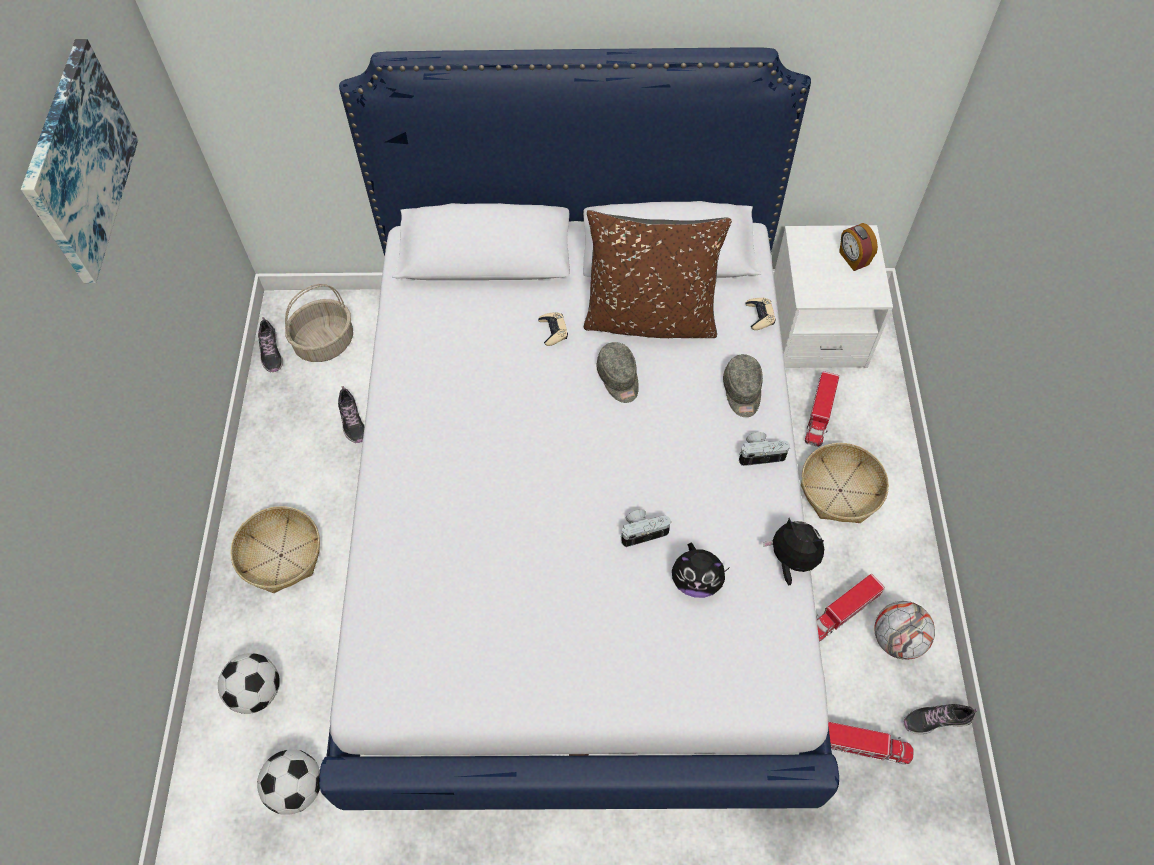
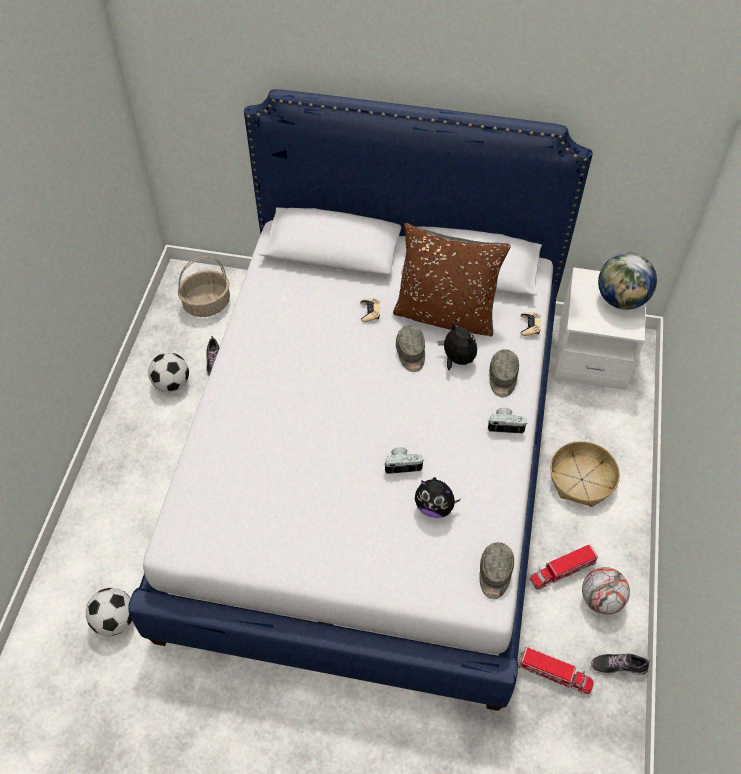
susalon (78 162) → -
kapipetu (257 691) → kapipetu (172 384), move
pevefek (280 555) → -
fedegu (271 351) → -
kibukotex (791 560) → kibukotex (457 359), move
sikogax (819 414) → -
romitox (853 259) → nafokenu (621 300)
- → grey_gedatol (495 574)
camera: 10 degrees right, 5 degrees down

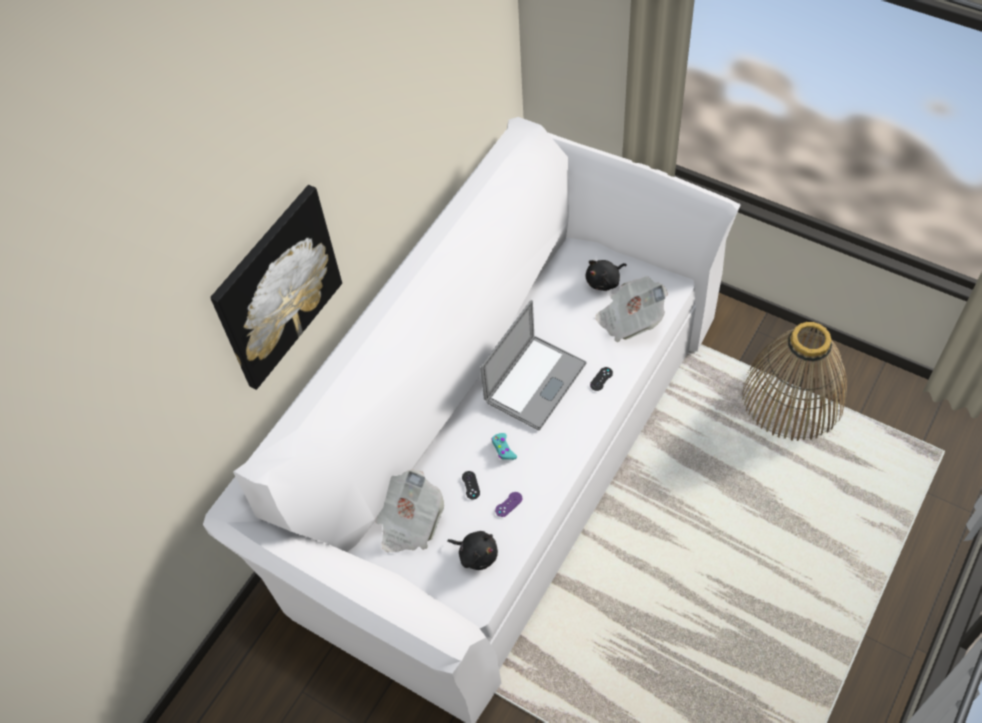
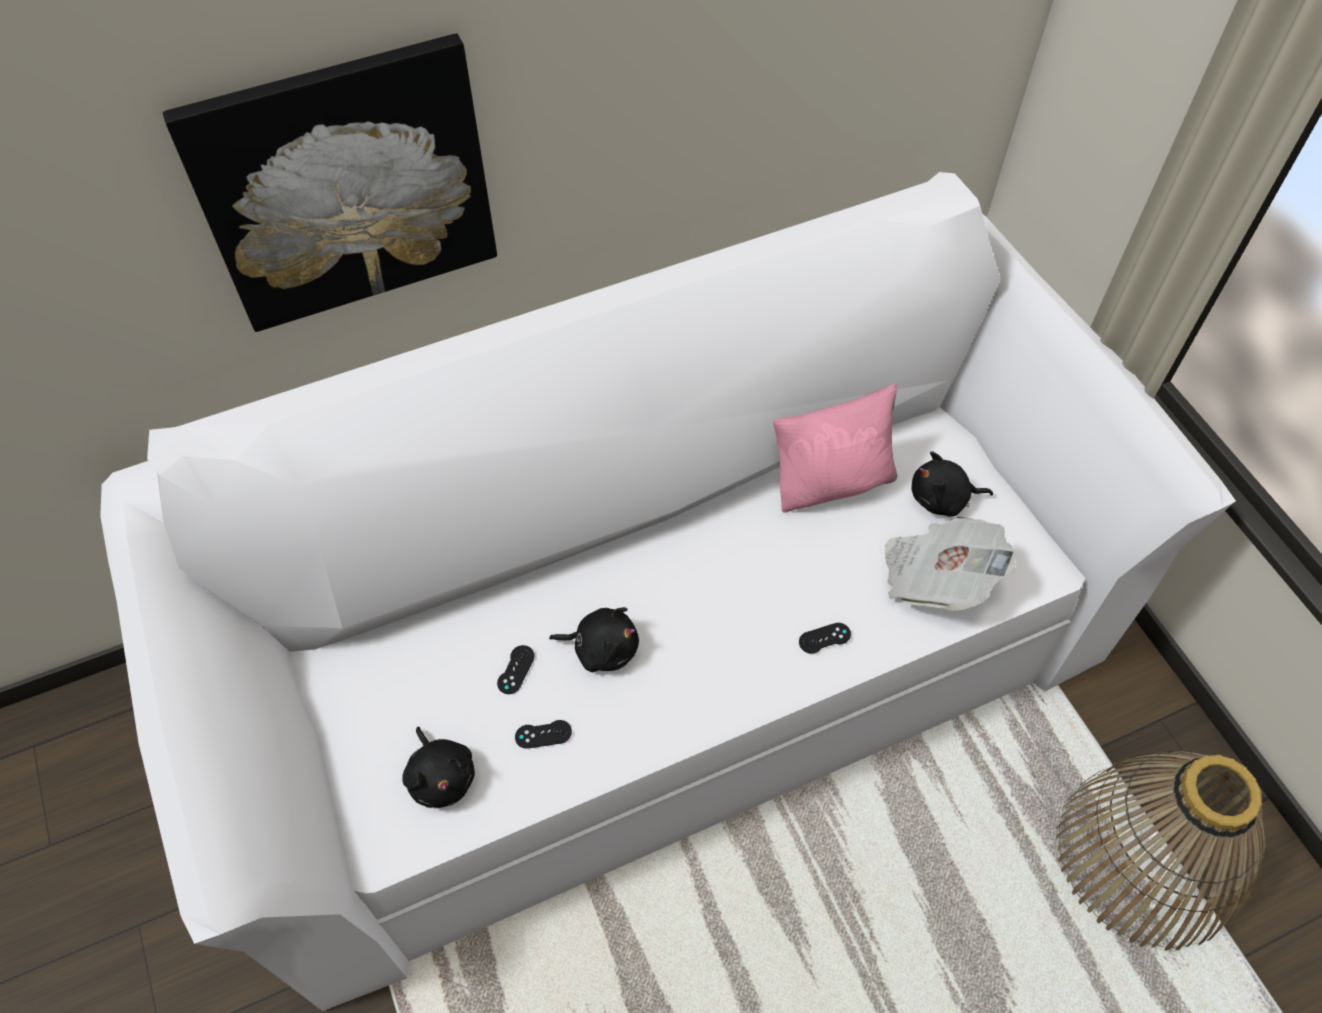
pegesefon (408 522) → -
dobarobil (535 382) → -
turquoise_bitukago (503 449) → black_kibukotex (602 648)
purple_bitukago (508 504) → black_bitukago (543 734)
- → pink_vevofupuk (832 482)
camera: 30 degrees right, 0 degrees up

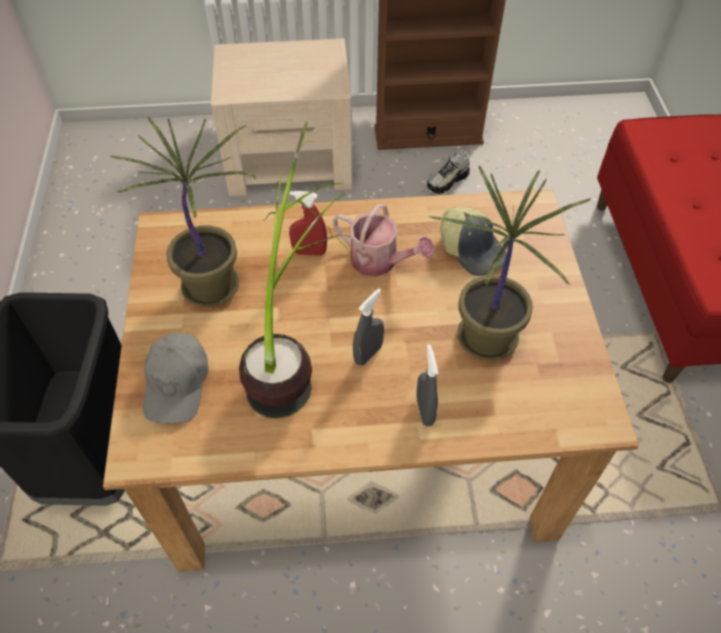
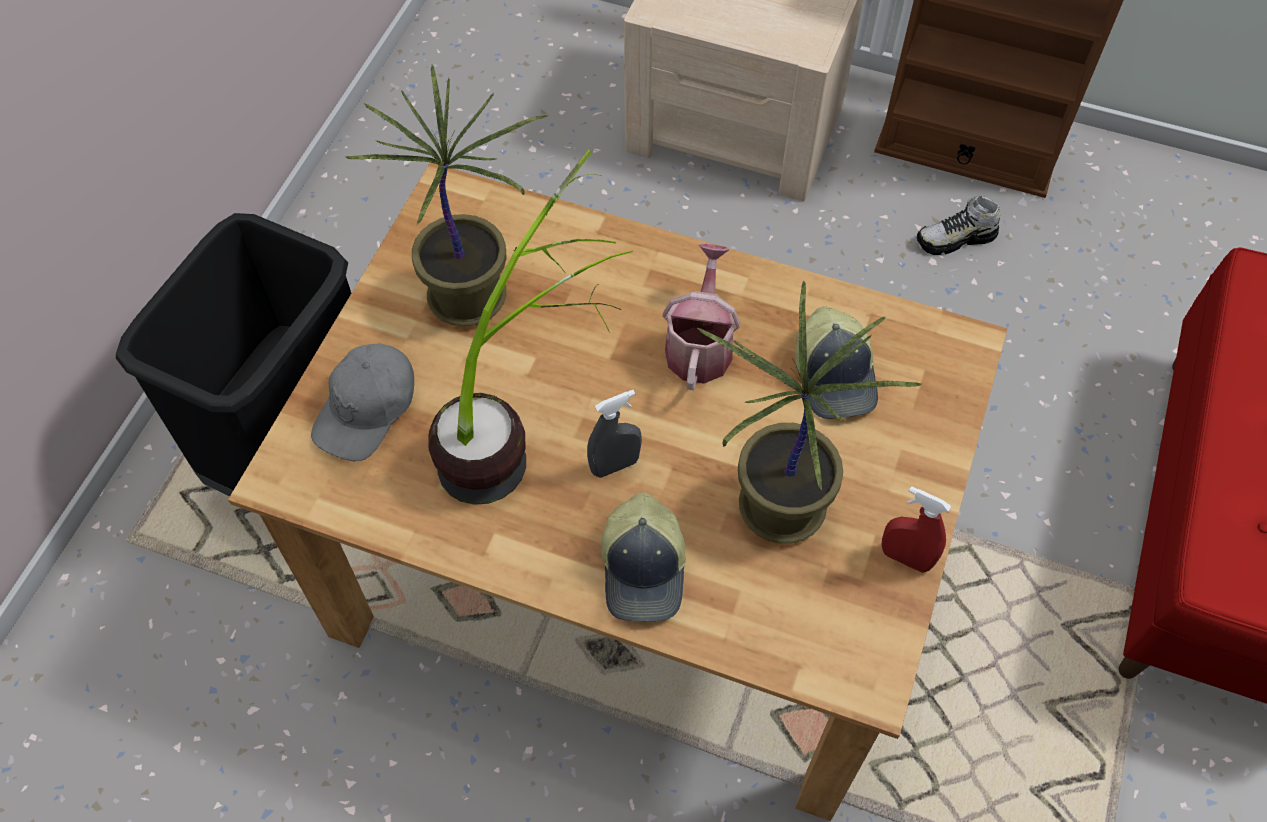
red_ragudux (309 252) → red_ragudux (905 558), move
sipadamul (380 261) → sipadamul (700 345), 135 degrees counterclockwise
grey_ragudux (425 411) → gedatol (645 569)
camera: 25 degrees right, 5 degrees up

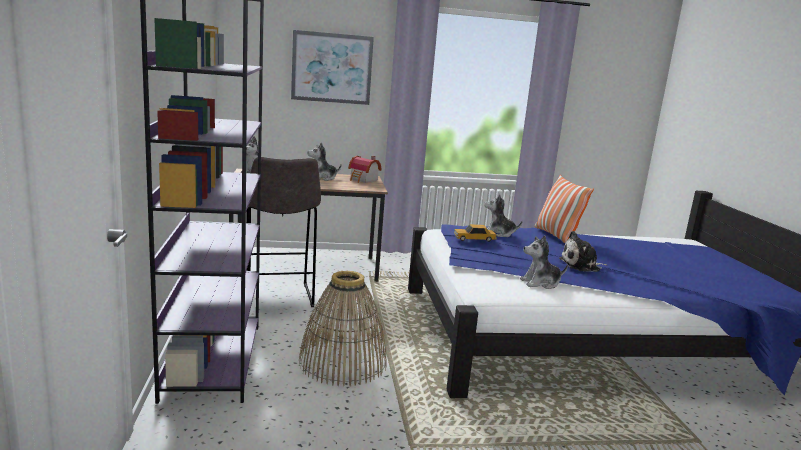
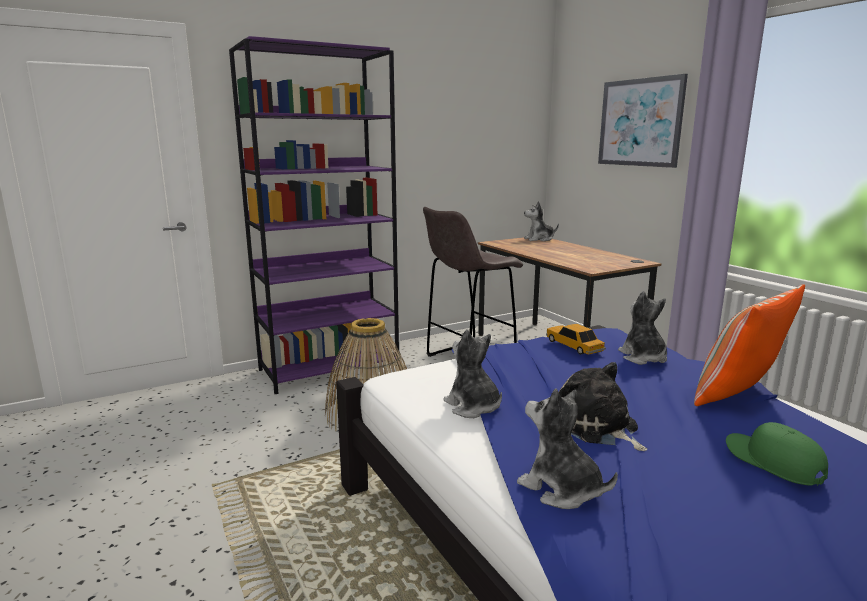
kibukotex (322 178) → kibukotex (561 489), move
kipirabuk (363 180) → -
- → green_gedatol (773 462)
camera: 70 degrees right, 0 degrees up

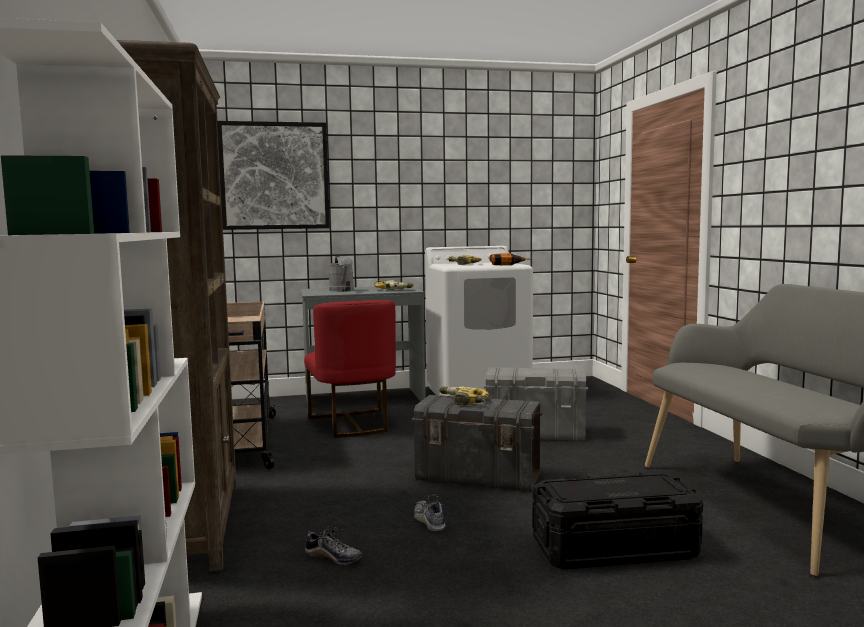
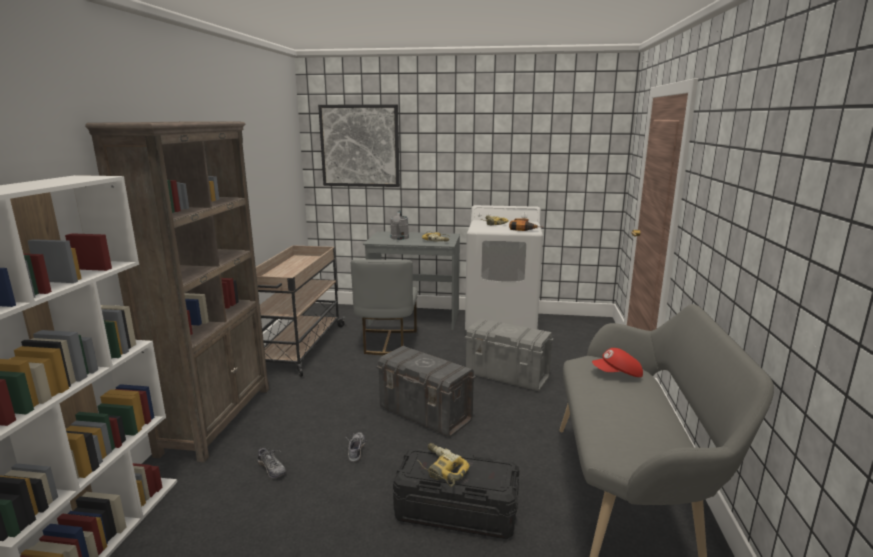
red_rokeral (352 424) → grey_rokeral (386 342)
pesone (461 401) → pesone (440 469), move
- → red_gedatol (617 374)
camera: 20 degrees right, 10 degrees up

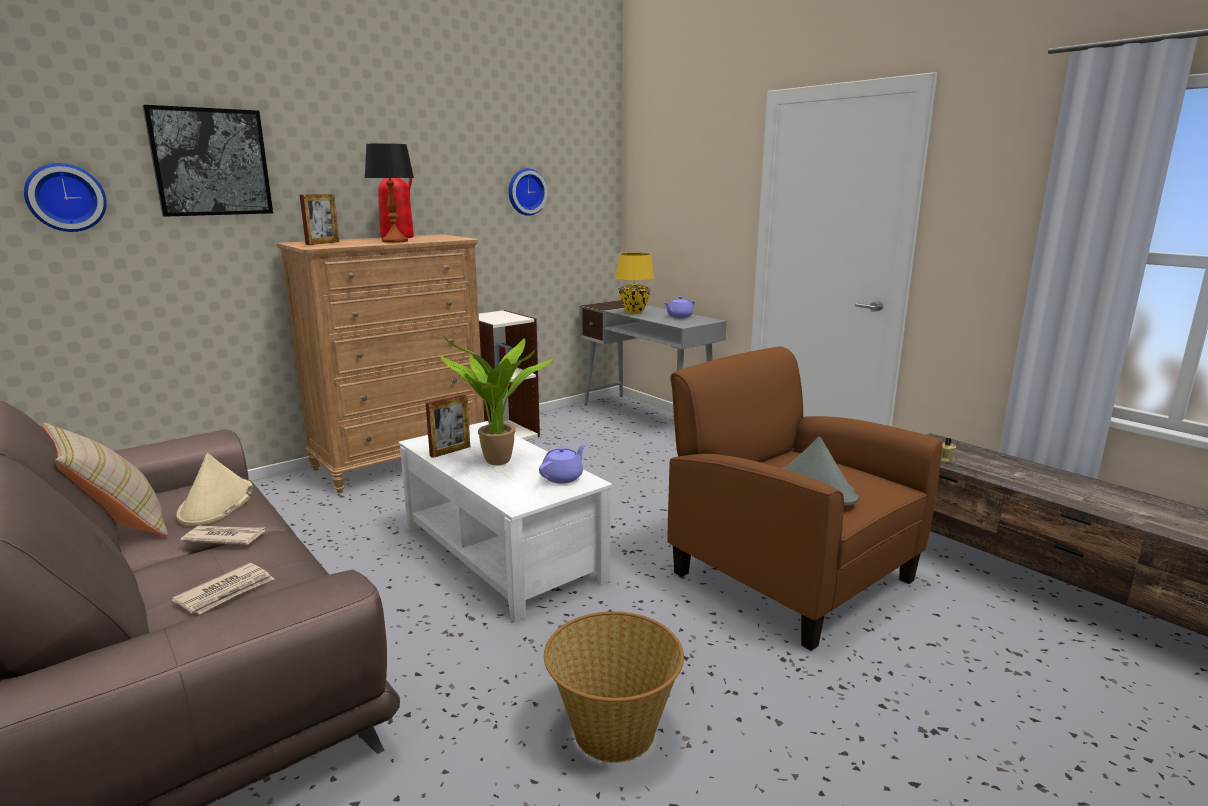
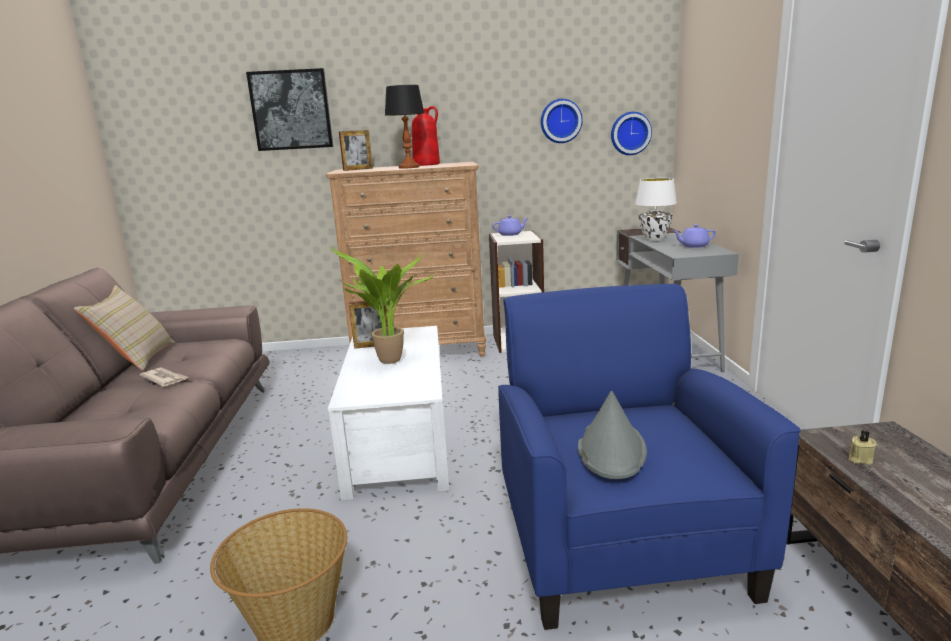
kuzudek (65 197) → kuzudek (630 133), move
pegesefon (226 592) → -
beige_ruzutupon (216 504) → -
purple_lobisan (563 477) → purple_lobisan (510 234), move
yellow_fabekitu (633 312) → white_fabekitu (654 239)
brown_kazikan (789 575) → blue_kazikan (620 542)
camera: 35 degrees right, 0 degrees up

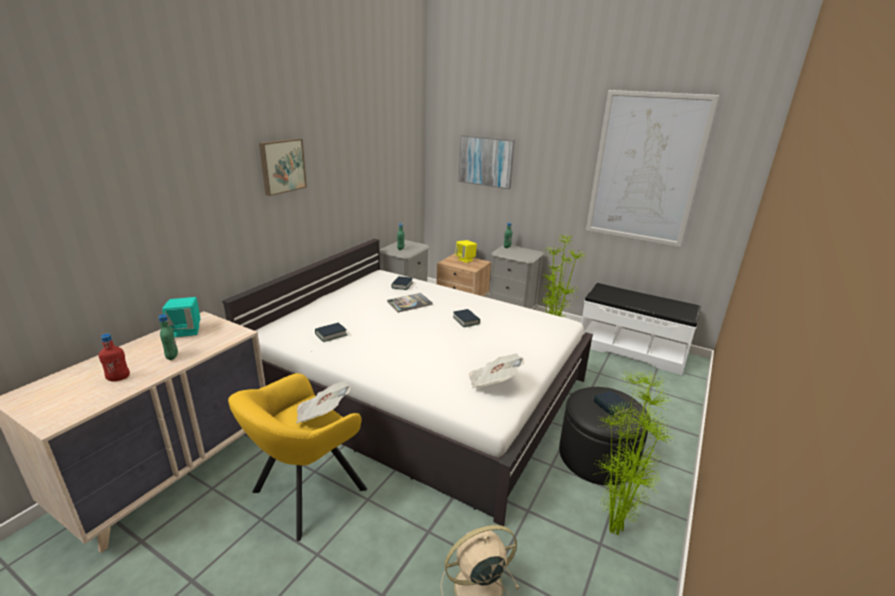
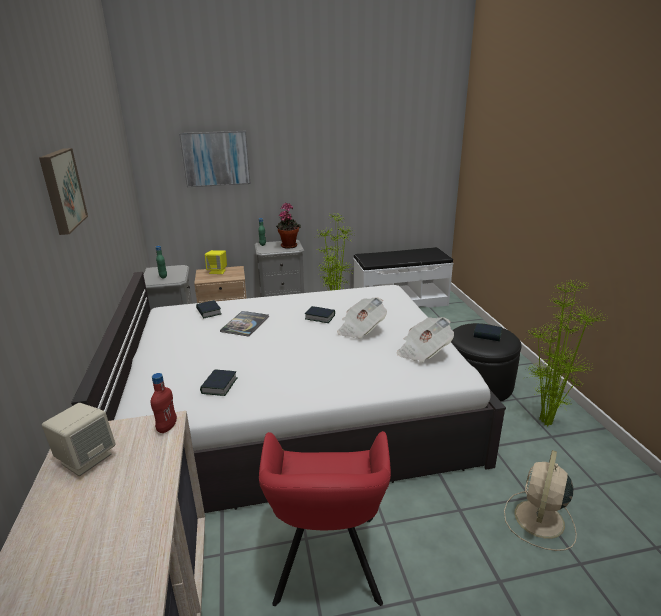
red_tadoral (118 378) → red_tadoral (167 427), move
green_tadoral (172 356) → -
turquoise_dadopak (186 331) → beige_dadopak (86 459)
yellow_kazikan (304 493) → red_kazikan (327 563)
pegesefon (322 414) → pegesefon (360 329), move
susalon (645 169) → -
- → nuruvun (288 245)
camera: 40 degrees left, 0 degrees up

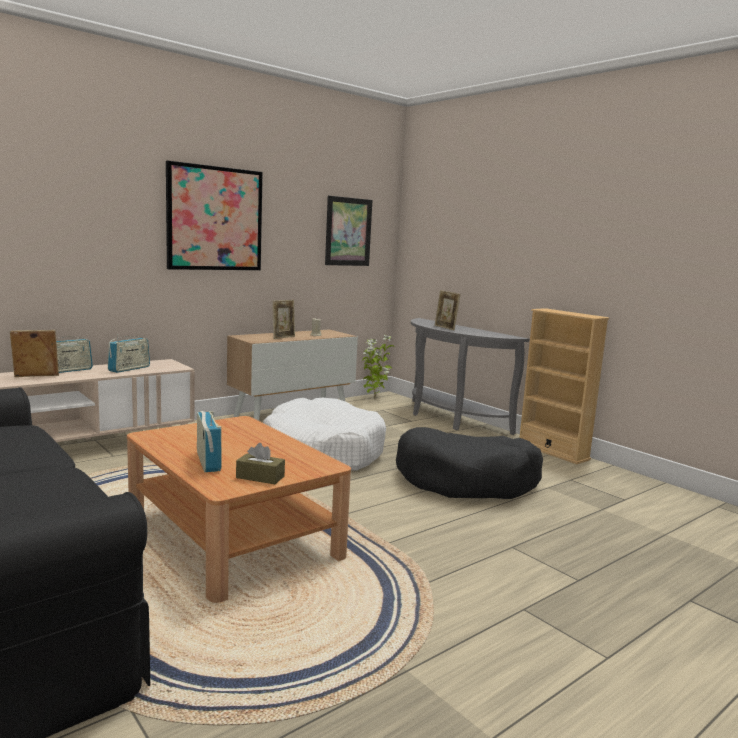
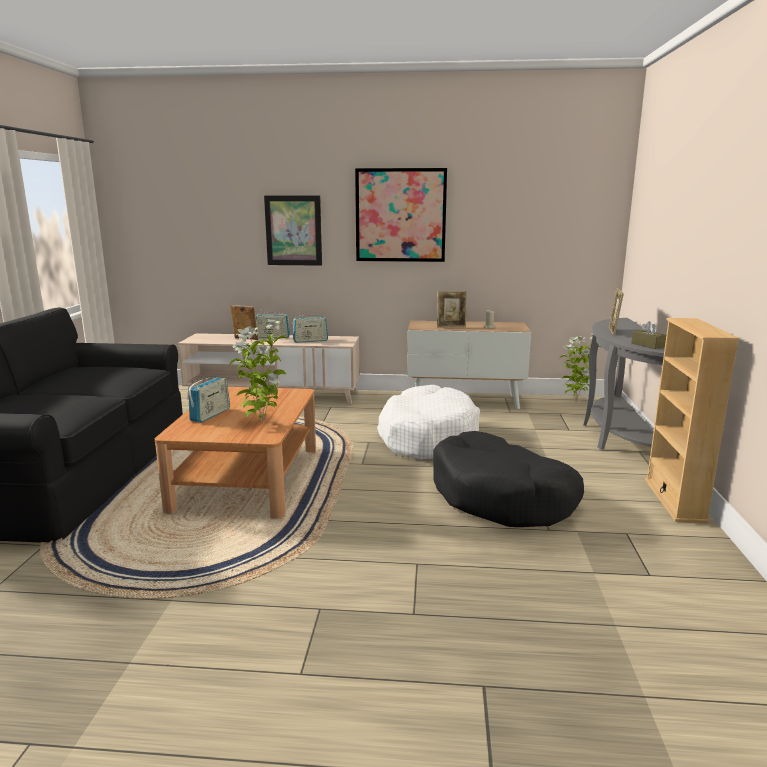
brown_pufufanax (260 477) → brown_pufufanax (648 345), move
susalon (348 231) → susalon (293 230), move
- → nuruvun (261 423)
camera: 45 degrees right, 5 degrees up

